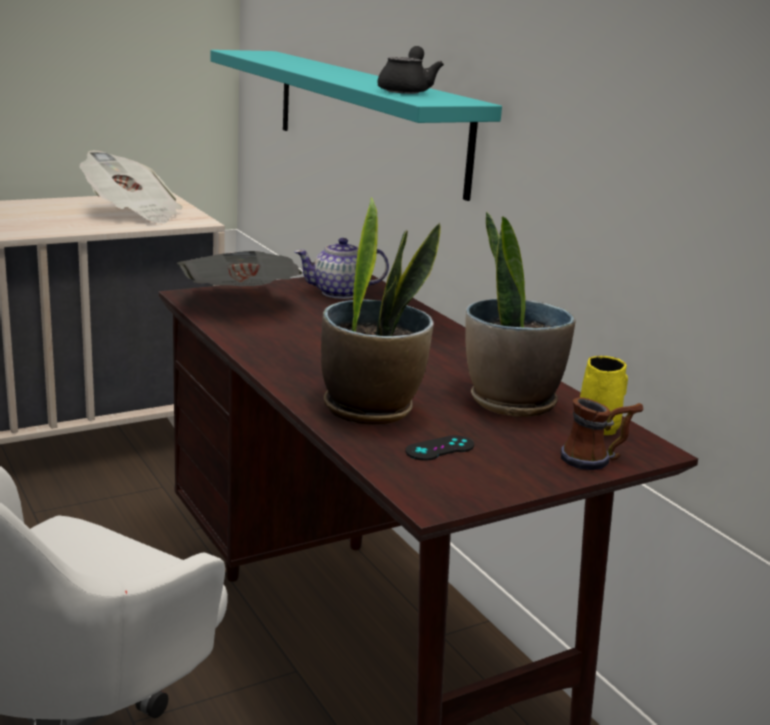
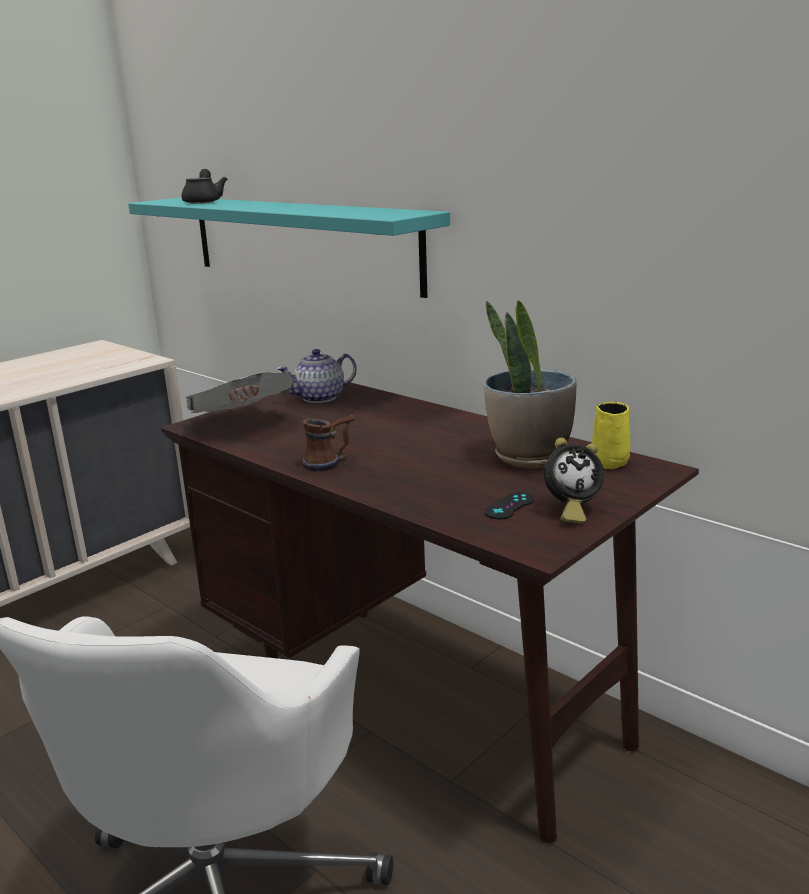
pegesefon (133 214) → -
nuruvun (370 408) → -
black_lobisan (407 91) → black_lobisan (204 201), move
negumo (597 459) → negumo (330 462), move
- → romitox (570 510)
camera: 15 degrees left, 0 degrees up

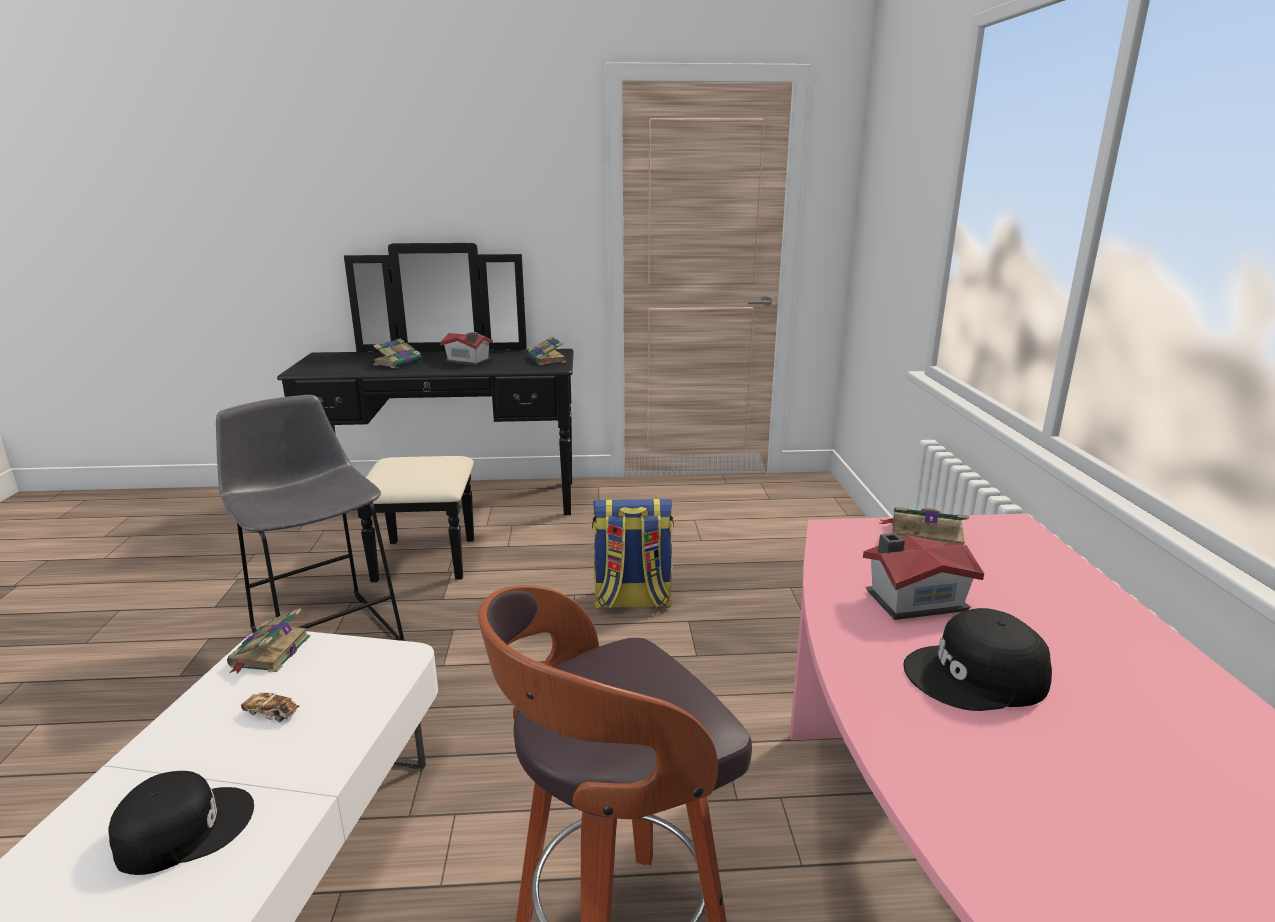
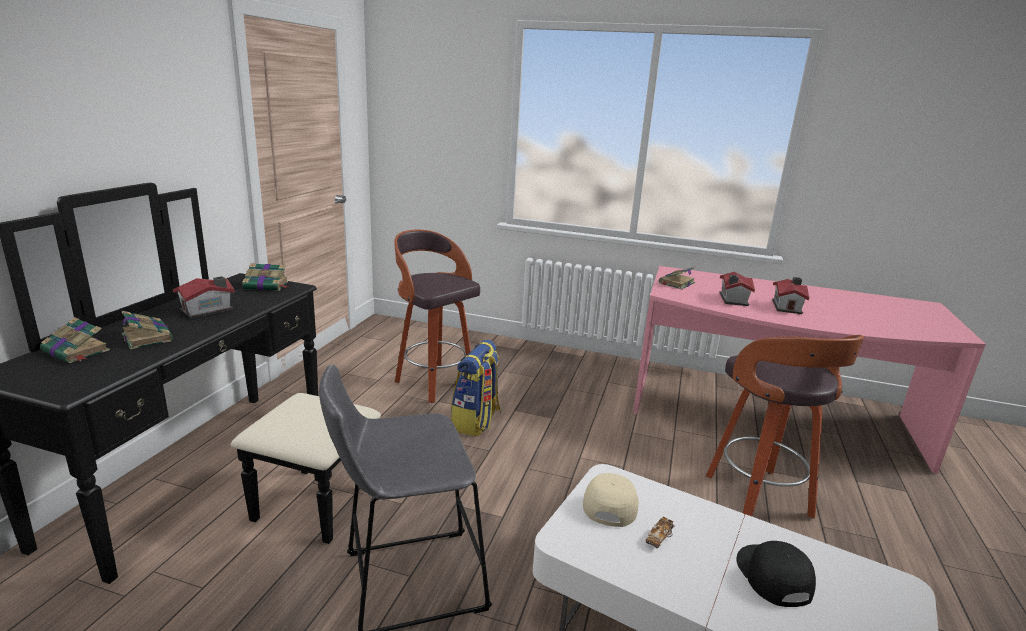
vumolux (269 653) → vumolux (76 351), move
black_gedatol (977 677) → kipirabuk (787 307)
- → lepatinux (433 382)
- → beige_gedatol (609 503)
camera: 70 degrees left, 0 degrees up

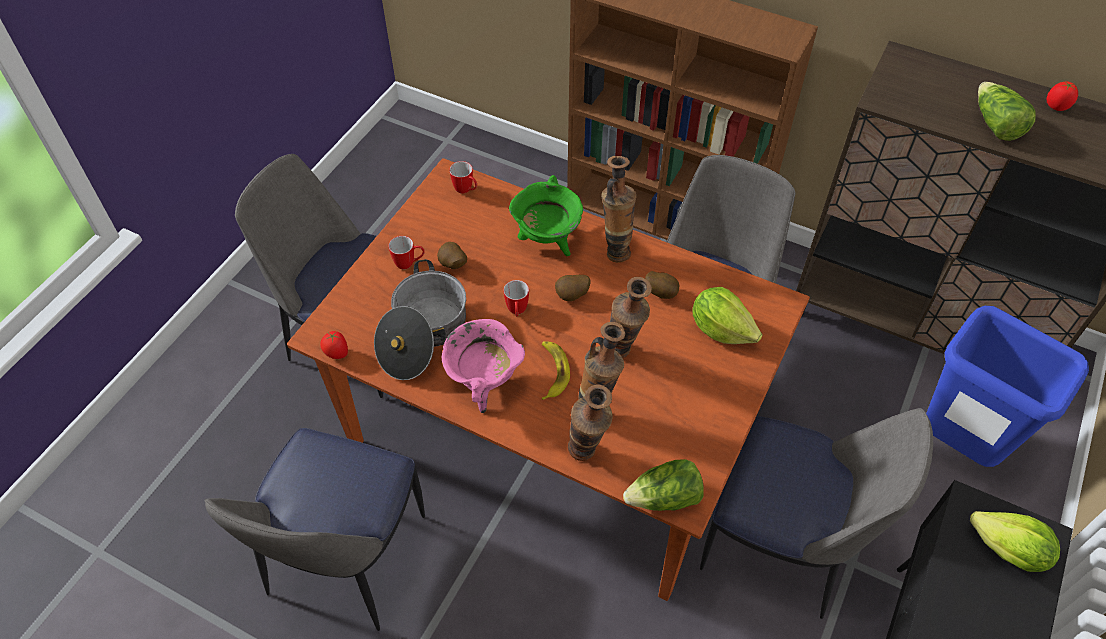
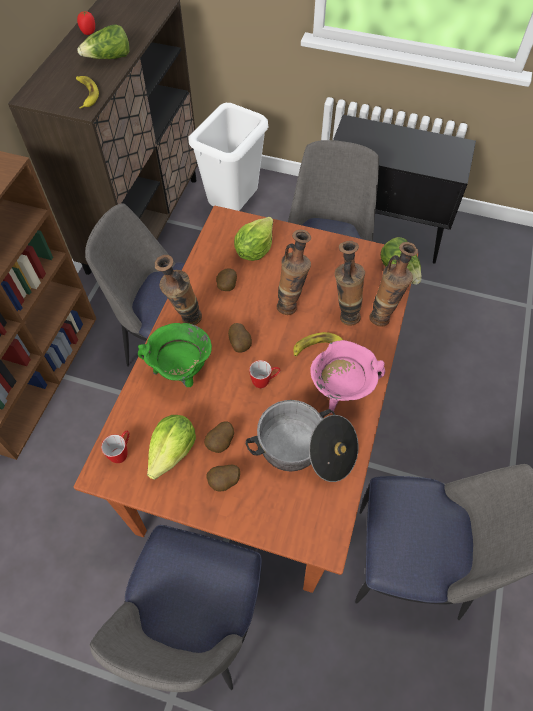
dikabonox (337 354) → -
negumo (409 263) → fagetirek (224 482)
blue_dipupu (956 445) → white_dipupu (233 209)
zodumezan (1008 551) → zodumezan (173 452), move
- → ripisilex (86 94)
camera: 100 degrees left, 5 degrees up

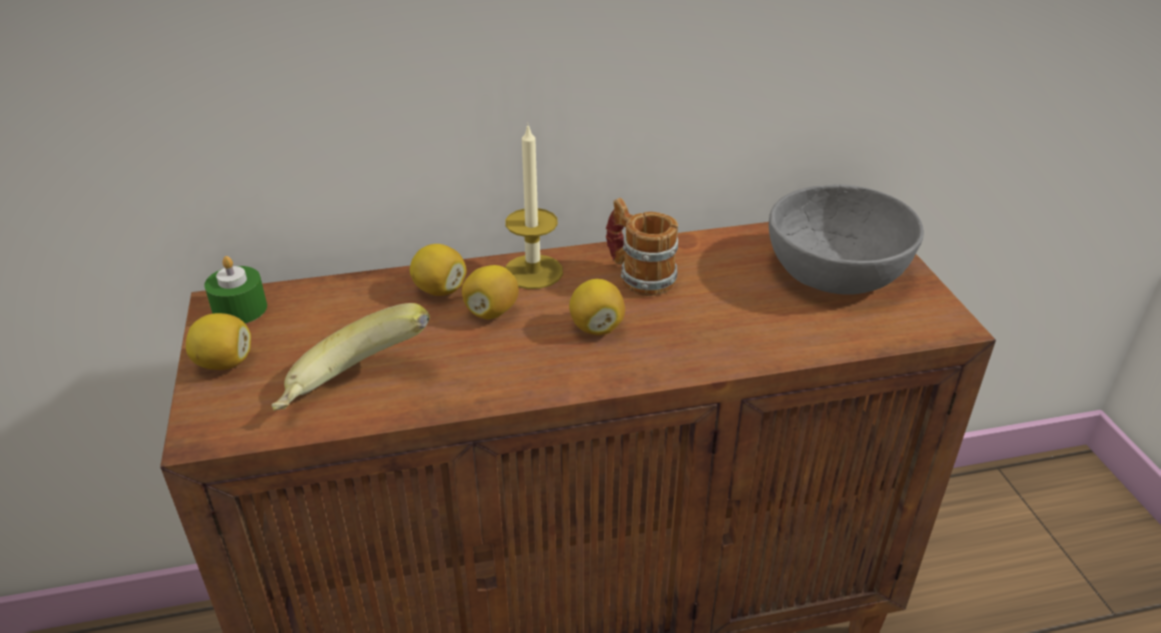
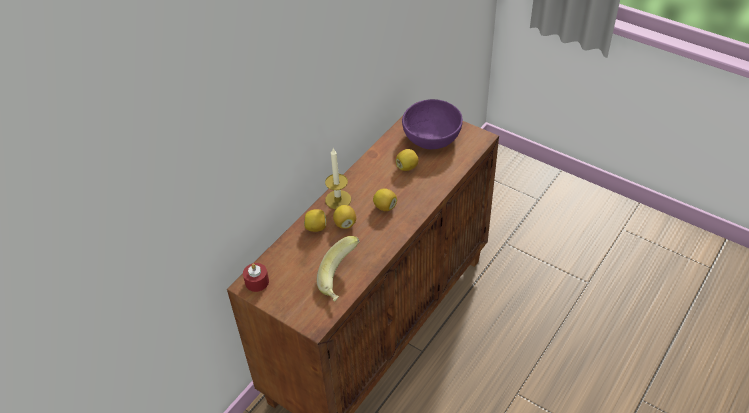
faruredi (224 363) → faruredi (407 167), move
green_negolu (240 309) → red_negolu (257 282)
negumo (639 275) → -
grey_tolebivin (836 270) → purple_tolebivin (432 137)
camera: 40 degrees left, 10 degrees up

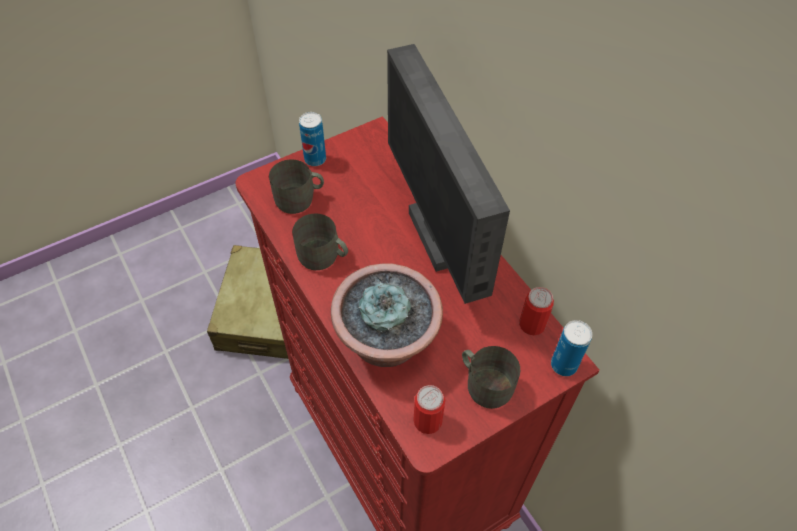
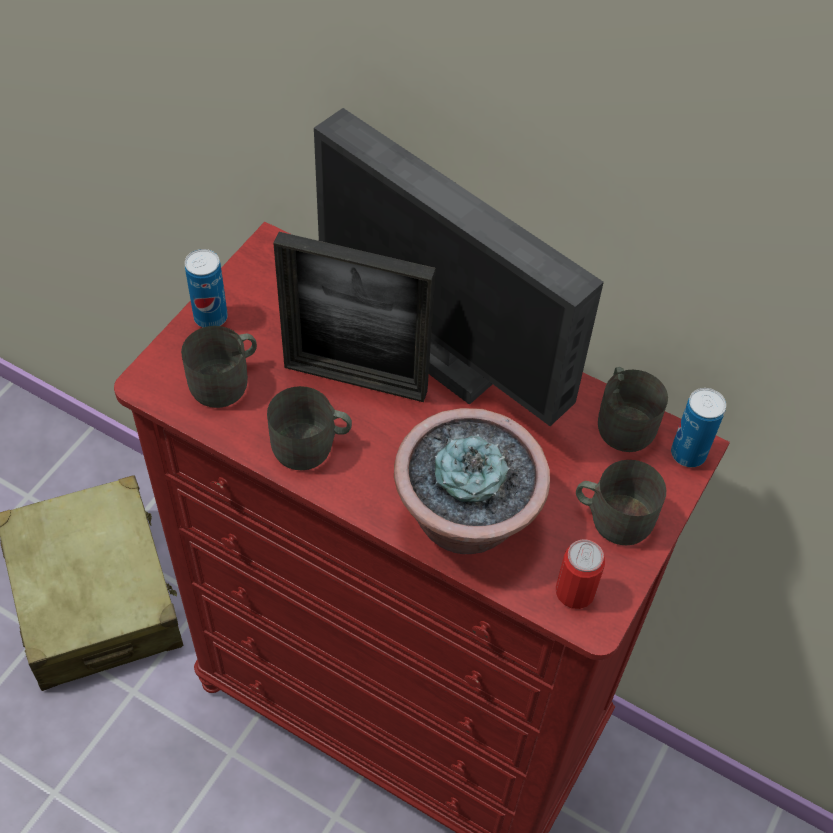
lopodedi (532 324) → grey_negumo (624 421)
- → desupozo (355 379)
camera: 30 degrees left, 0 degrees up

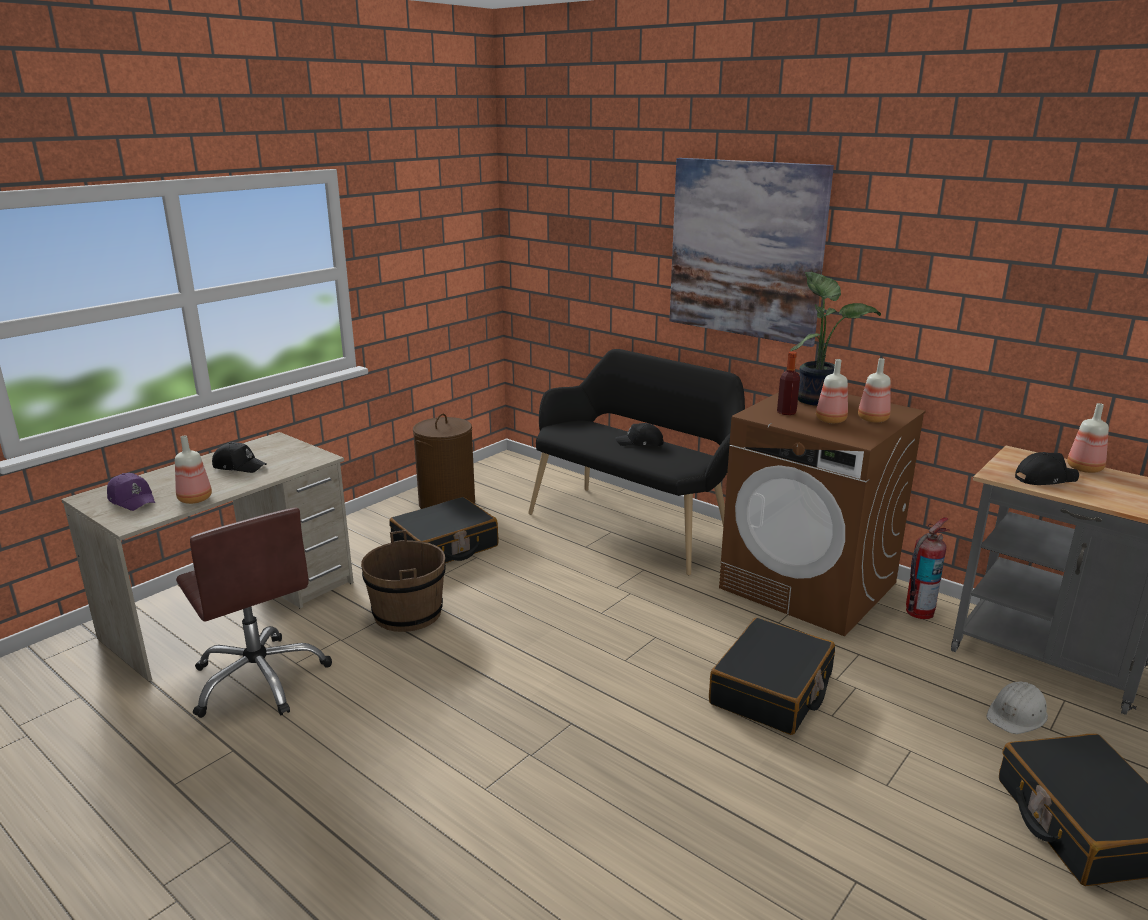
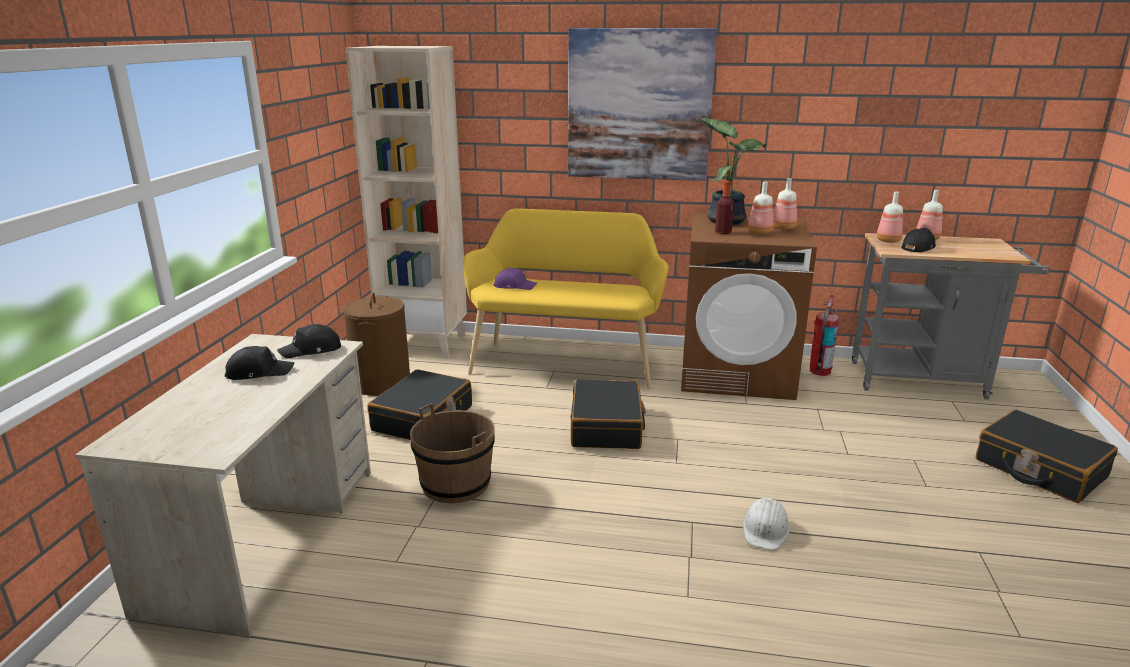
purple_gedatol (132 500) → purple_gedatol (514 286), move
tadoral (196 499) → tadoral (889 240), move
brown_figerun (260 679) → -
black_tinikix (635 524) → yellow_tinikix (565 361)
black_gedatol (640 443) → black_gedatol (311 350), move
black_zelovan (772 690) → black_zelovan (607 427), move
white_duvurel (1017 714) → white_duvurel (765 529), move
- → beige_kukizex (425 343)
camera: 30 degrees left, 0 degrees up

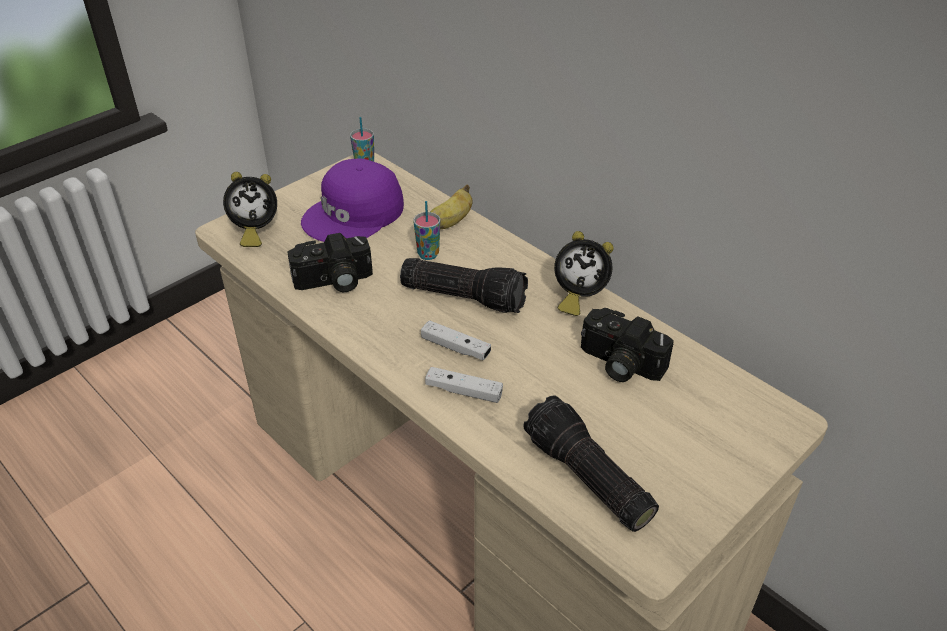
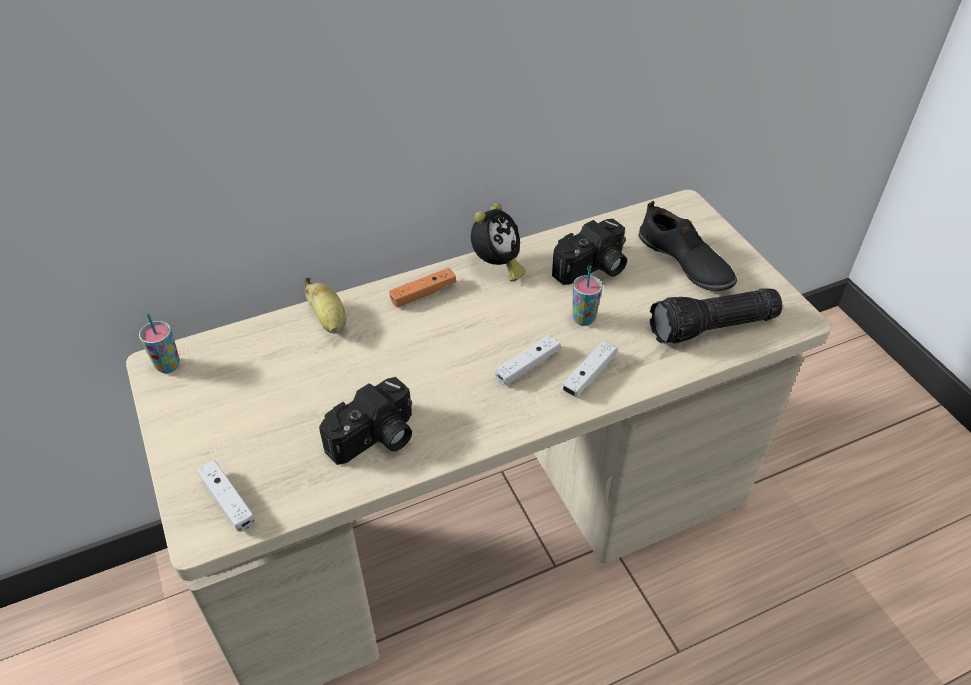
romitox (254 232) → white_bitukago (228 501)
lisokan (334 282) → lisokan (375 439), 45 degrees clockwise
purple_gedatol (355 214) → -
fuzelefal (465 296) → -
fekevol (428 254) → fekevol (583 319), move
- → orange_bitukago (423 293)
- → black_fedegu (684 262)
camera: 70 degrees left, 5 degrees up

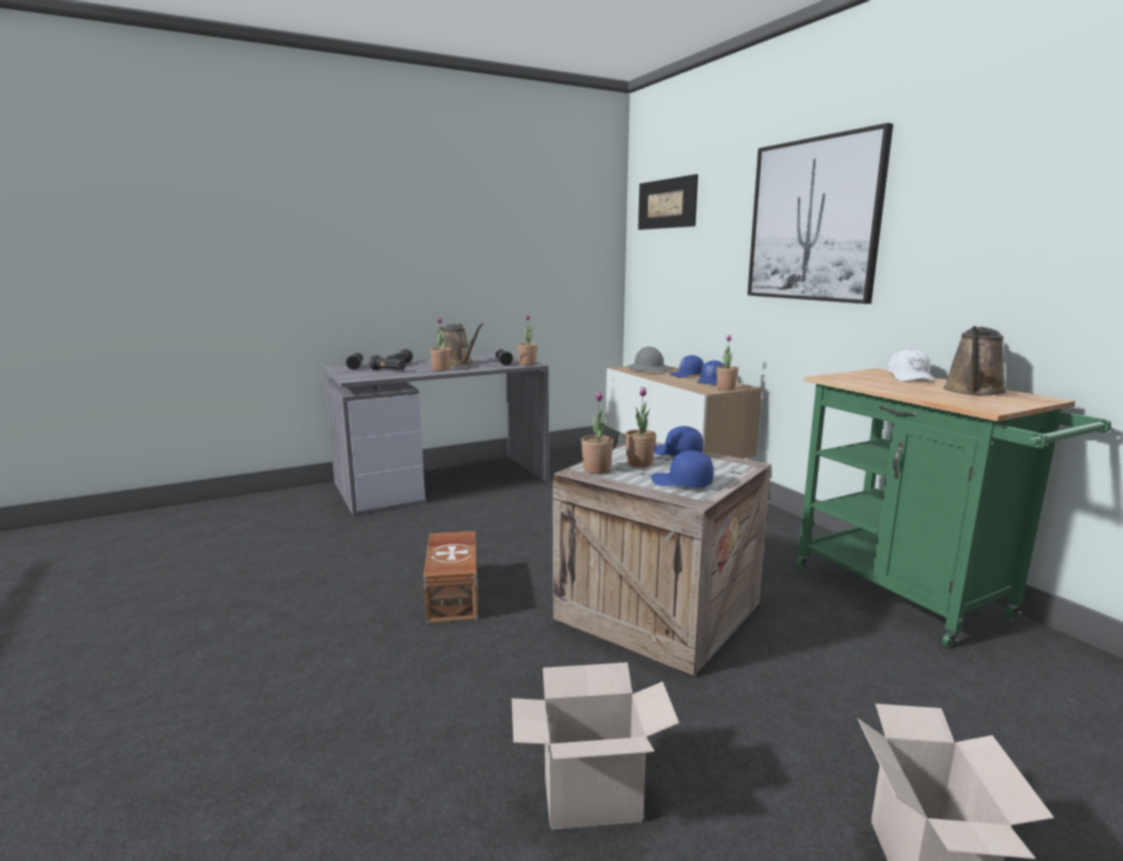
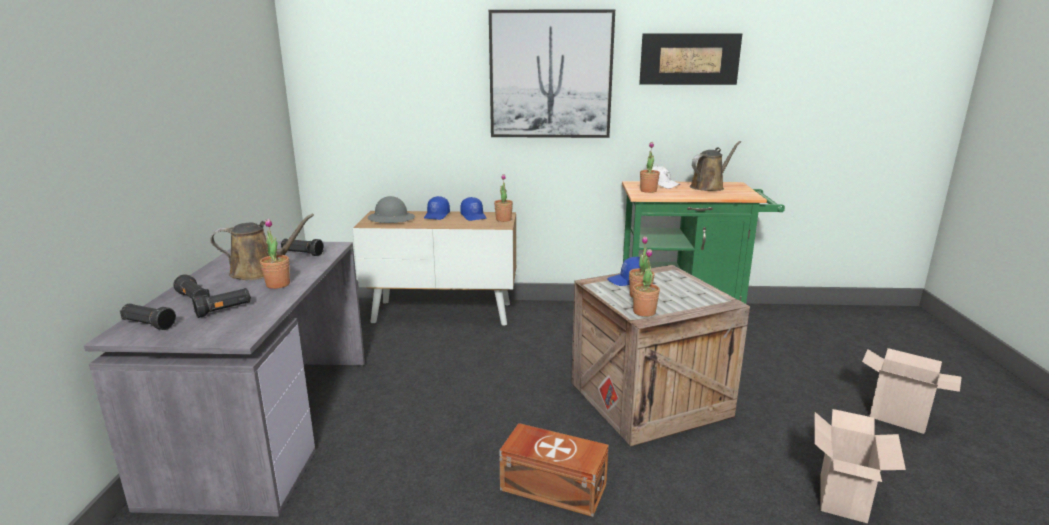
nuruvun (527 364) → nuruvun (648 191), move
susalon (666 203) → susalon (689 59), move
blue_gedatol (681 483) → -
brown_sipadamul (973 391) → brown_sipadamul (709 187), 105 degrees counterclockwise
camera: 60 degrees left, 5 degrees up

